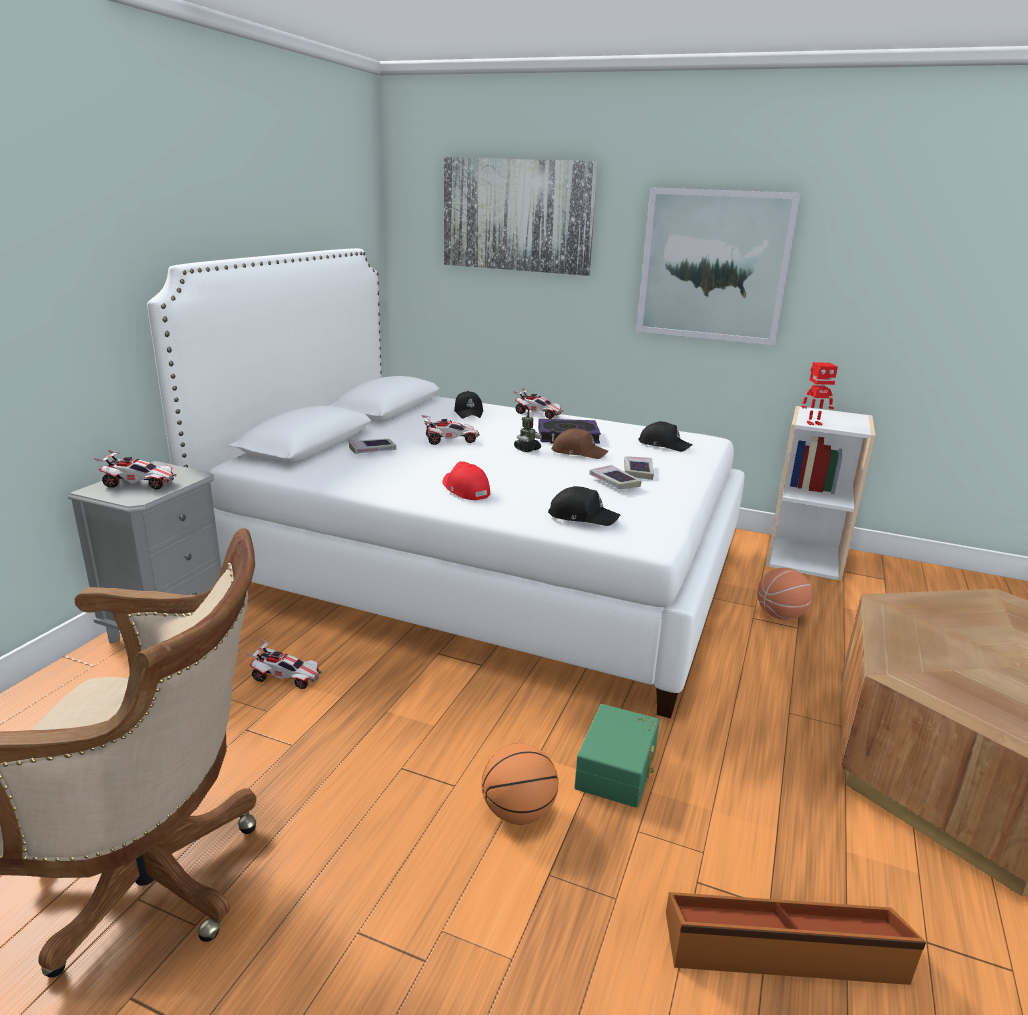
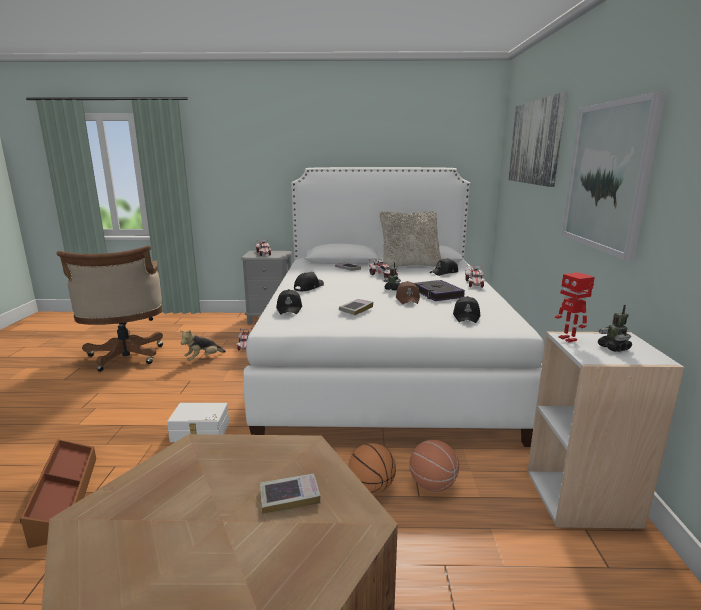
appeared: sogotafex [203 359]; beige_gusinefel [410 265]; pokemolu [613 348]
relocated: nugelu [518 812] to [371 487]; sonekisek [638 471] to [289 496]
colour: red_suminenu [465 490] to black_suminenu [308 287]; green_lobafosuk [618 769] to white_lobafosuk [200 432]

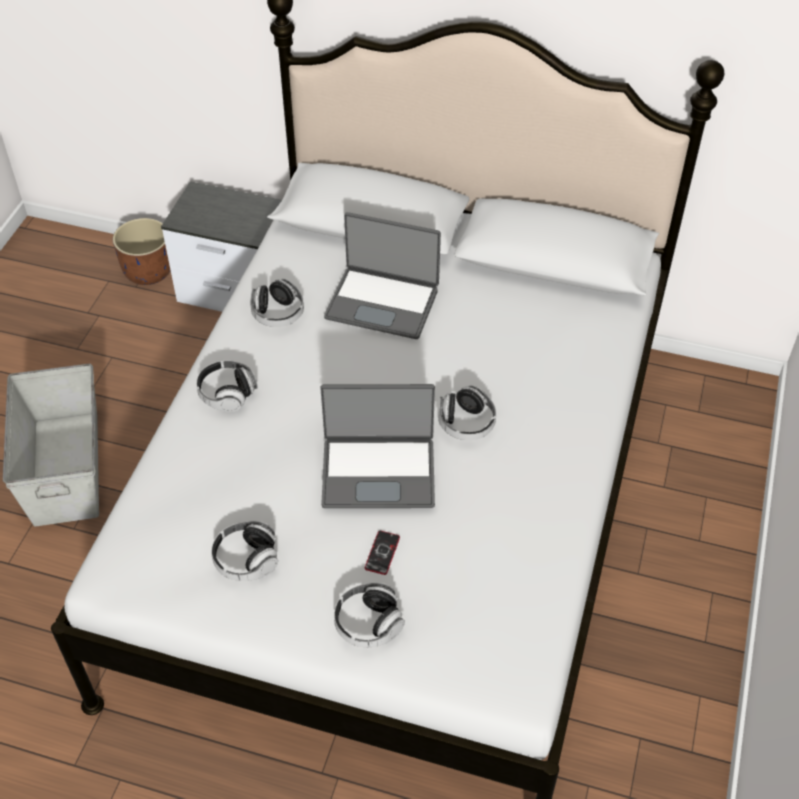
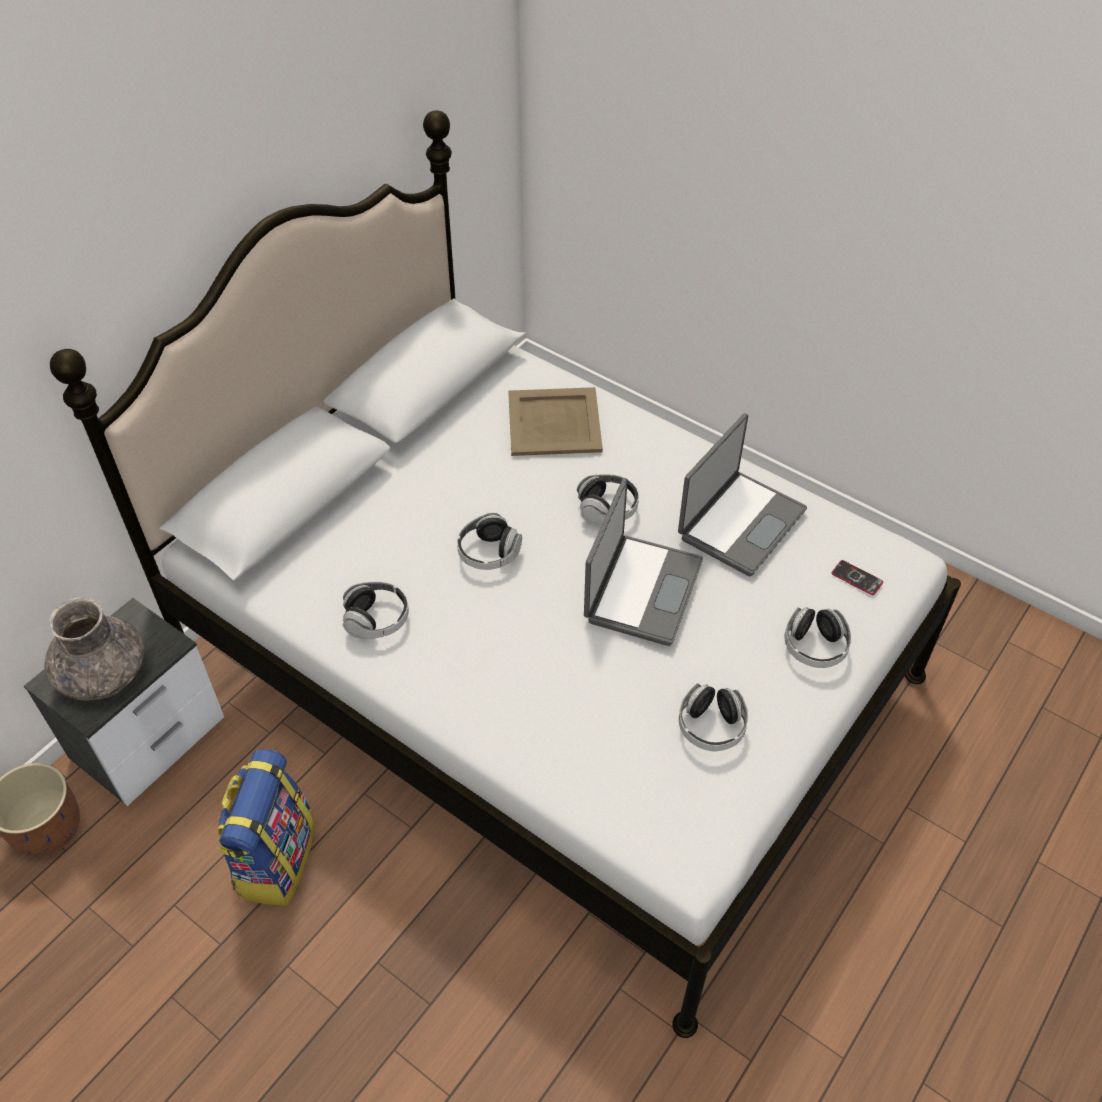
missing: grey_lobafosuk [67 466]
appeared: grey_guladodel [104 675]; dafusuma [275 858]; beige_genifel [553 421]
relocated: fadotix [227 394] to [489 553]; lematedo [383 302] to [740 523]; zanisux [382 553] to [857 578]

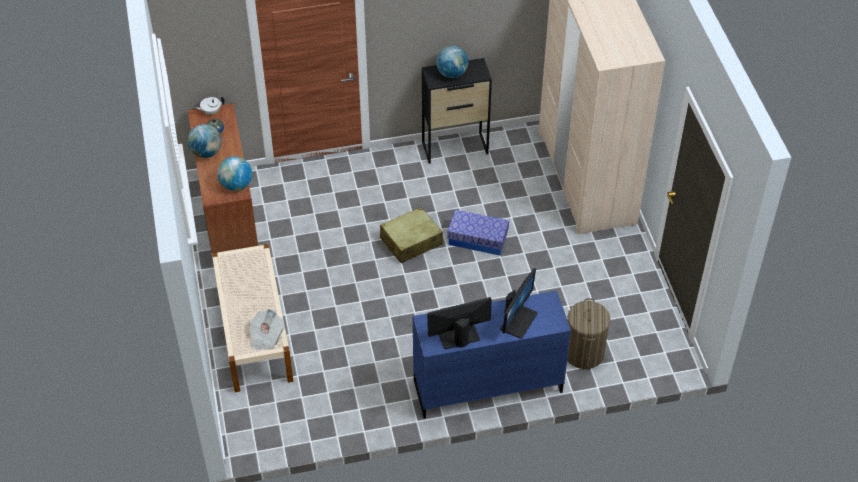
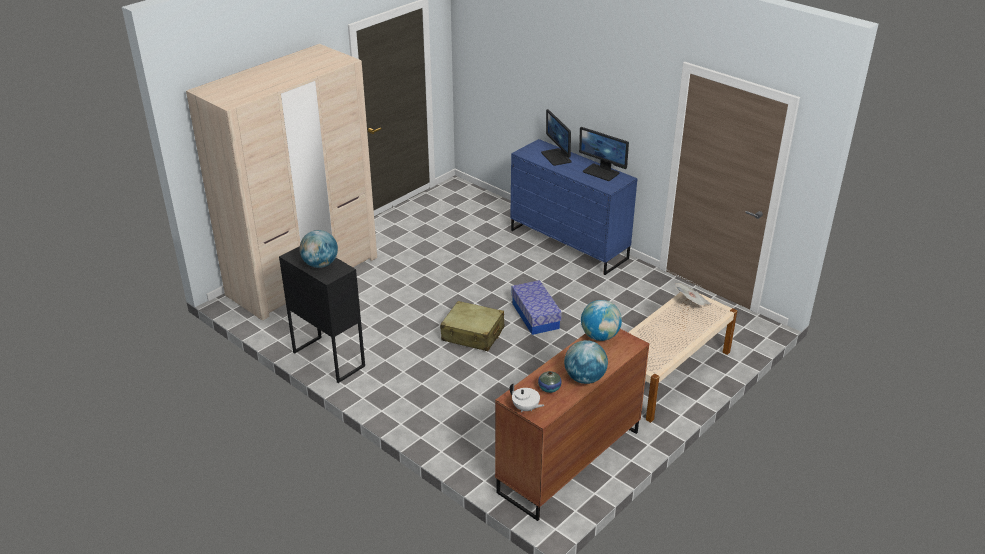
missing: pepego [584 353]
relocated: lobafosuk [477 239] to [535 316]
spun: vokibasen [518 320] = [557 157] 105 degrees counterclockwise

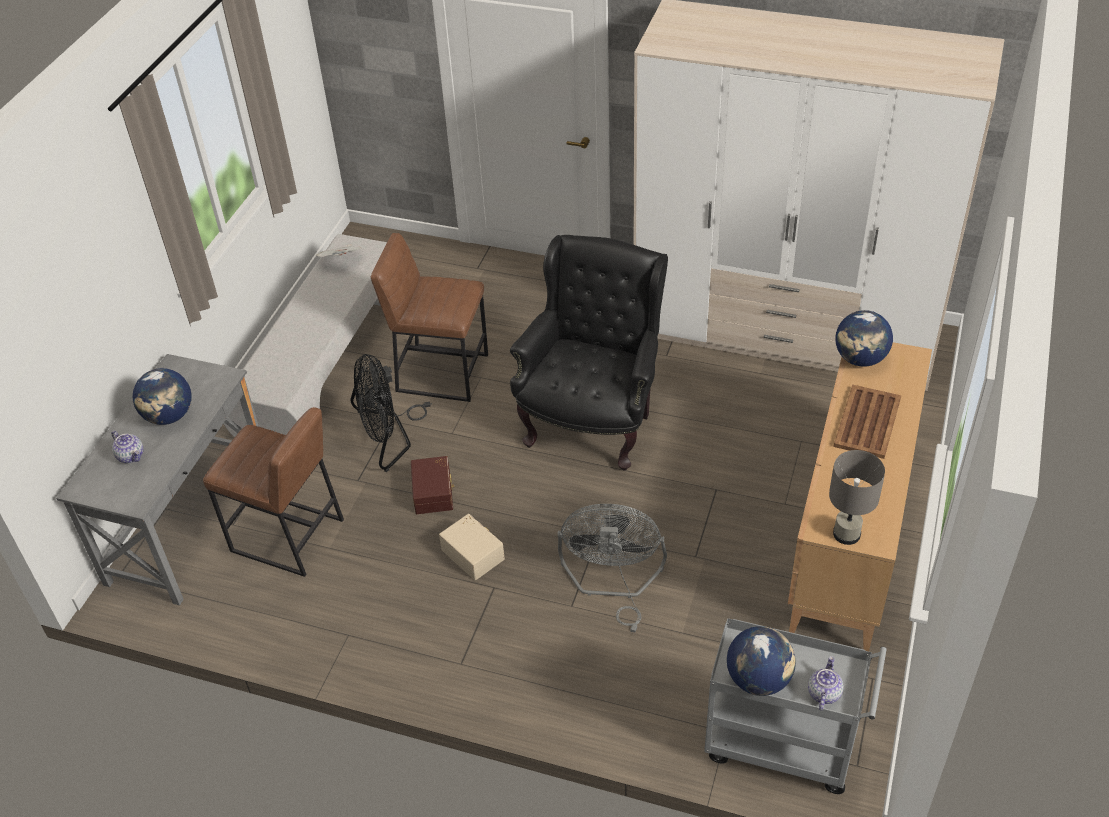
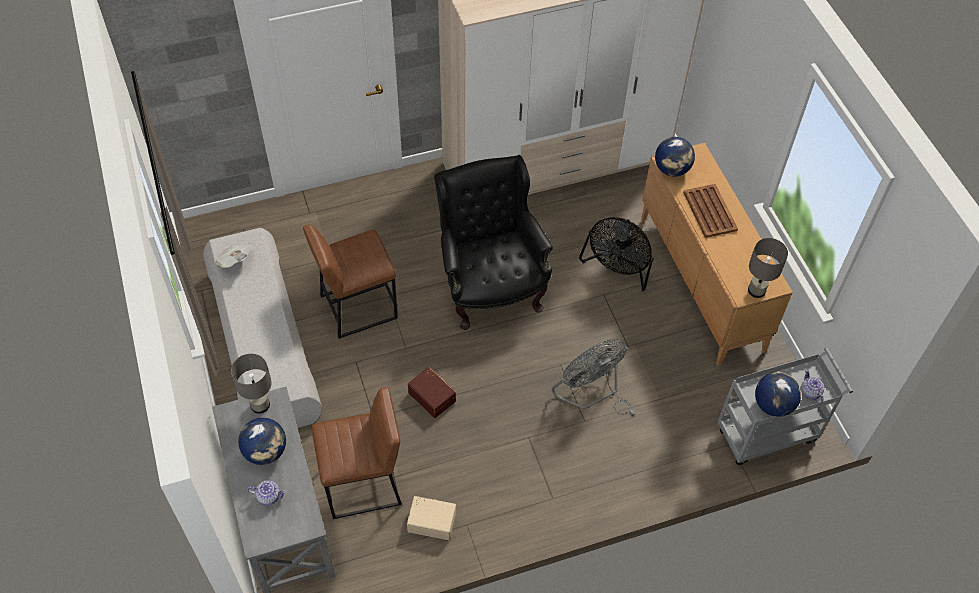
appeared: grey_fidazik [260 405]
relocated: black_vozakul [389 432] to [616 265]; beige_lobafosuk [474 553] to [432 520]

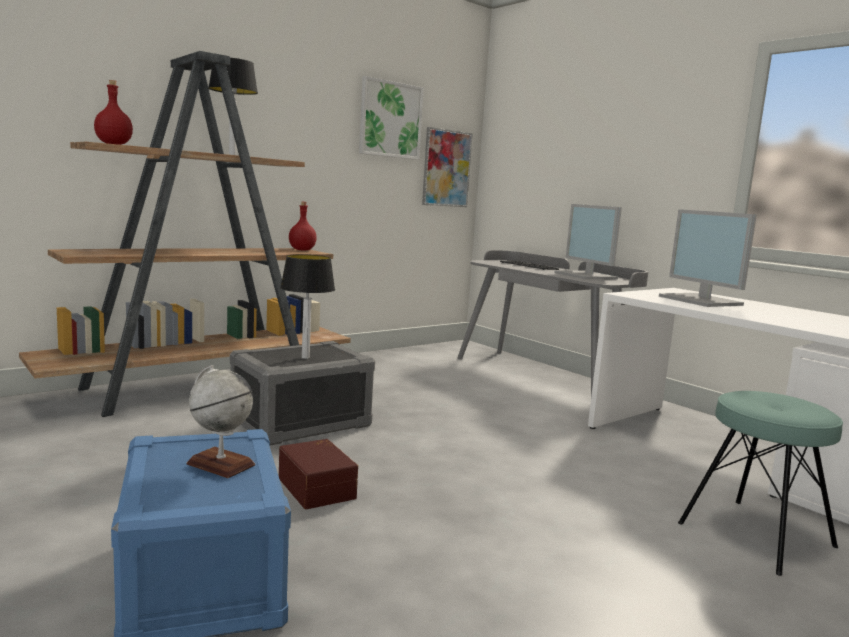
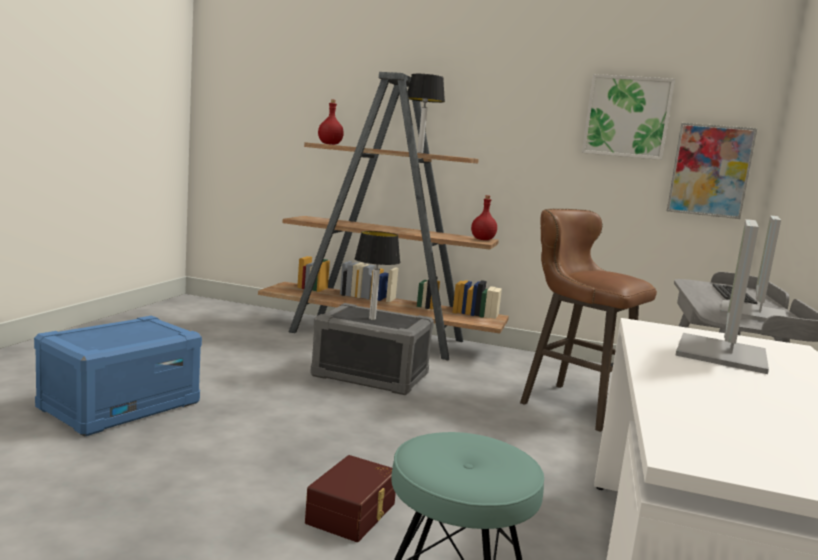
missing: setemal [220 464]
appeared: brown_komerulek [572 404]
relocated: brown_lobafosuk [318 487] to [353 513]

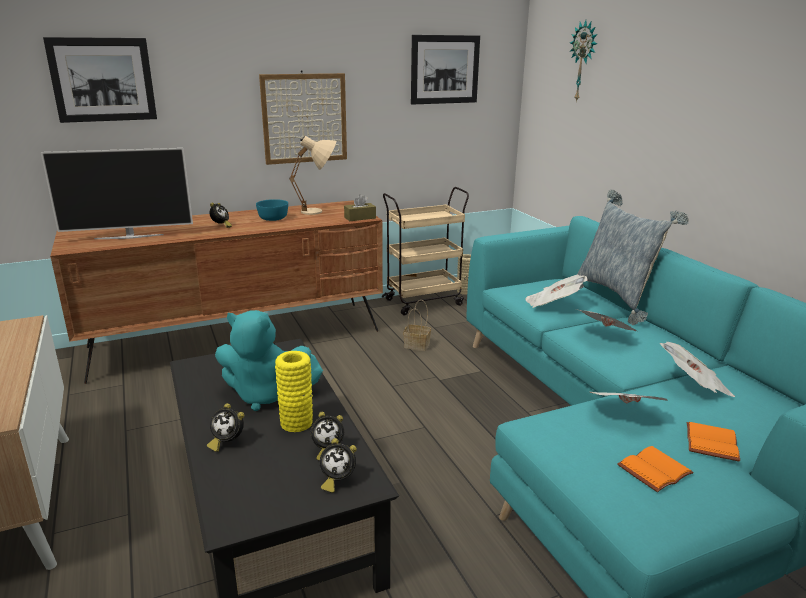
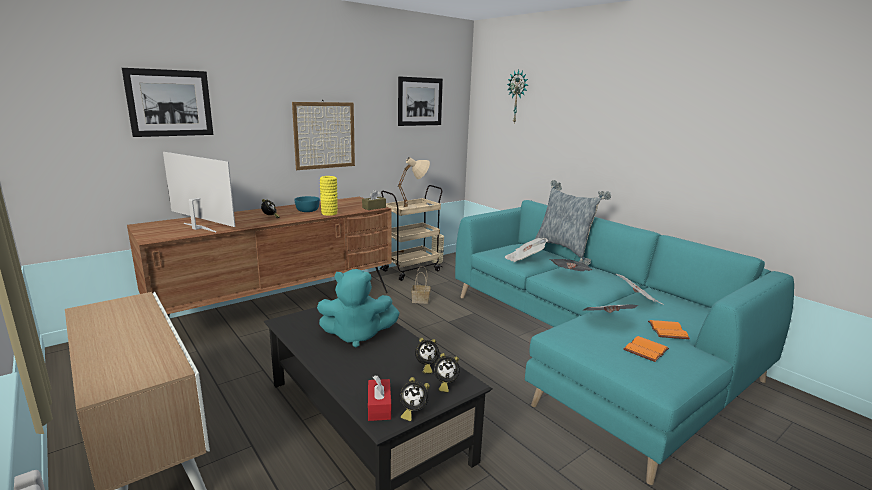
appeared: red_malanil [379 407]
relocated: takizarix [227 442] to [412 412]; yellow_guladodel [296 423] to [329 213]; beige_fidazik [319 212] to [415 207]
spun: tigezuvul [129 236] = [198 228] 120 degrees counterclockwise

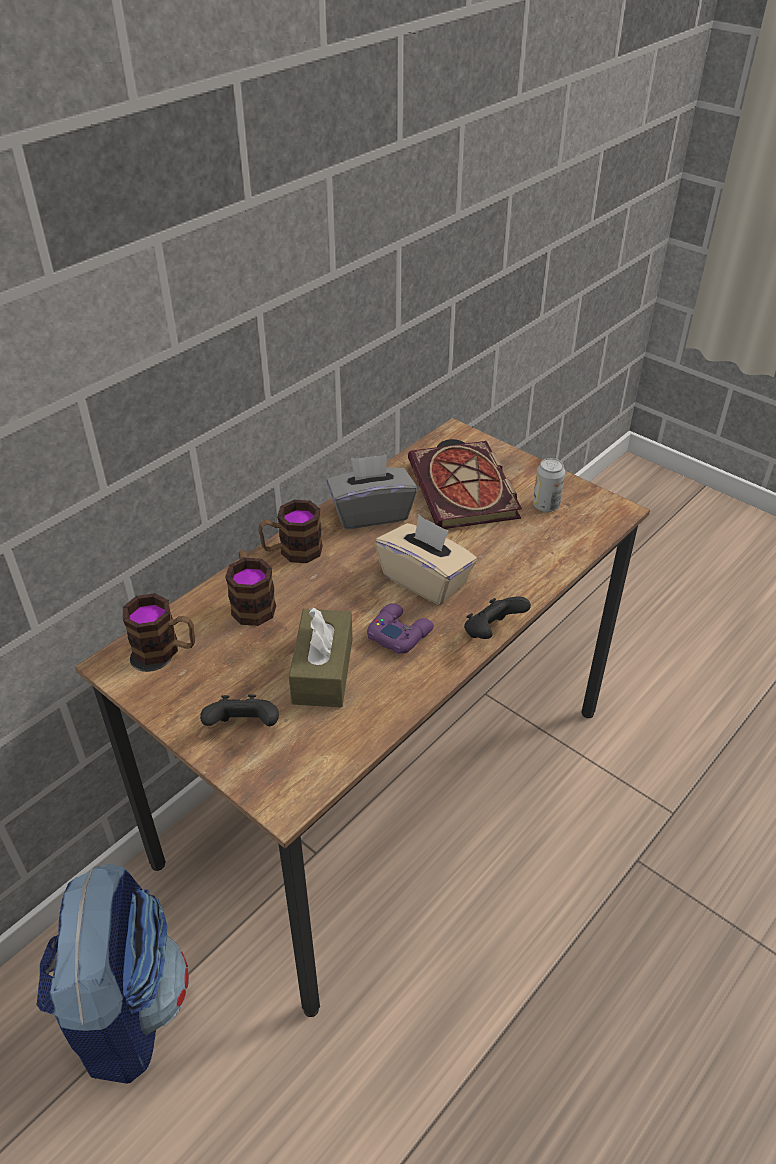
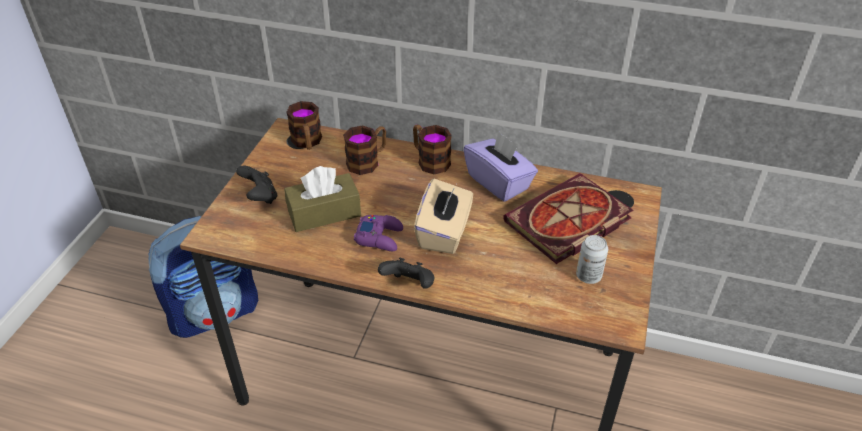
colour: grey_malanil [371 513] to purple_malanil [499 182]

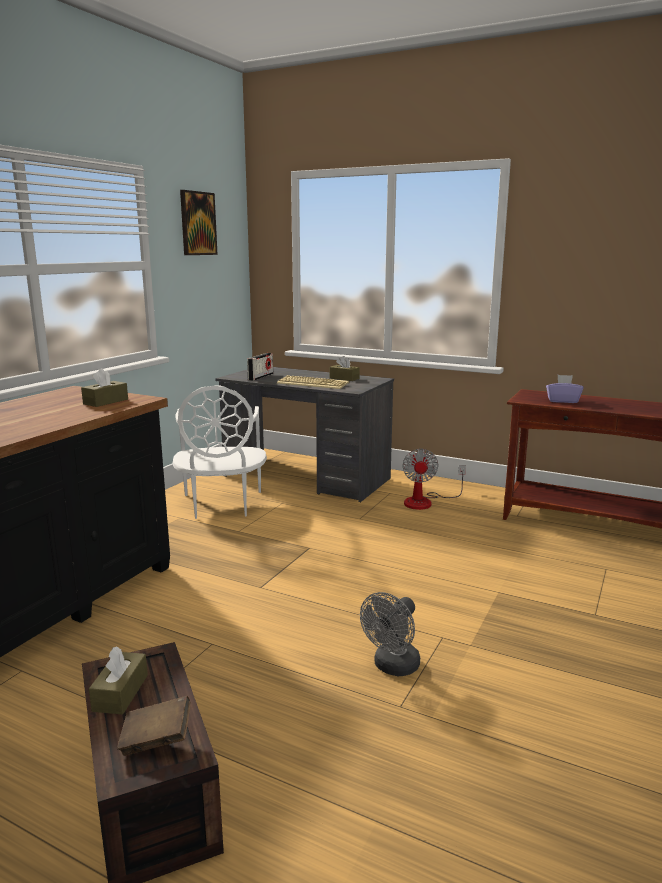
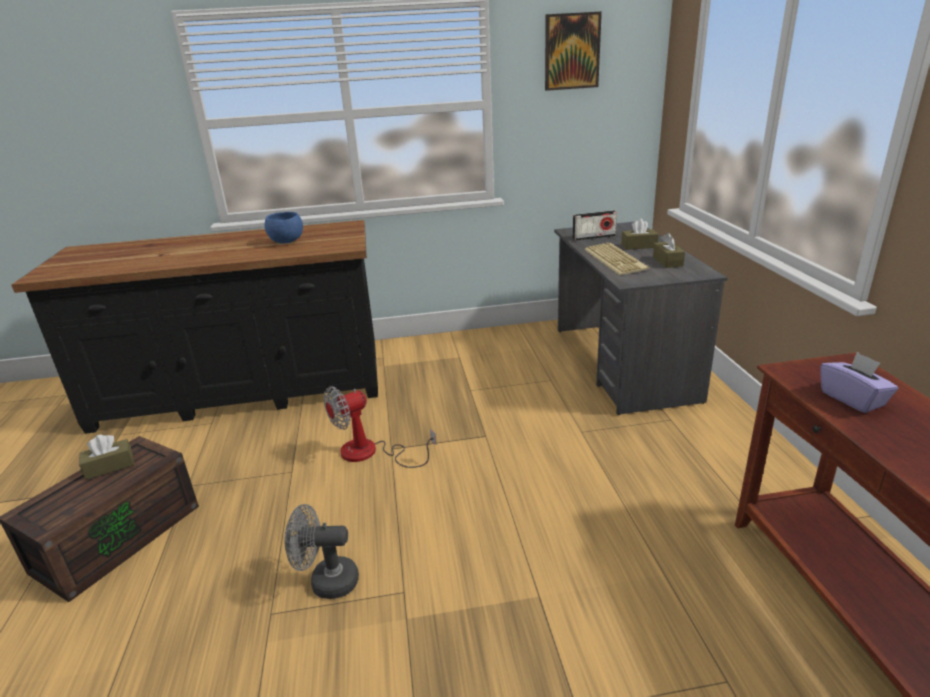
missing: brown_sonekisek [156 740]; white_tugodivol [221 505]
appeared: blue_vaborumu [286 242]
relocated: brown_malanil [106 401] to [639 246]; vozakul [425 501] to [370 453]

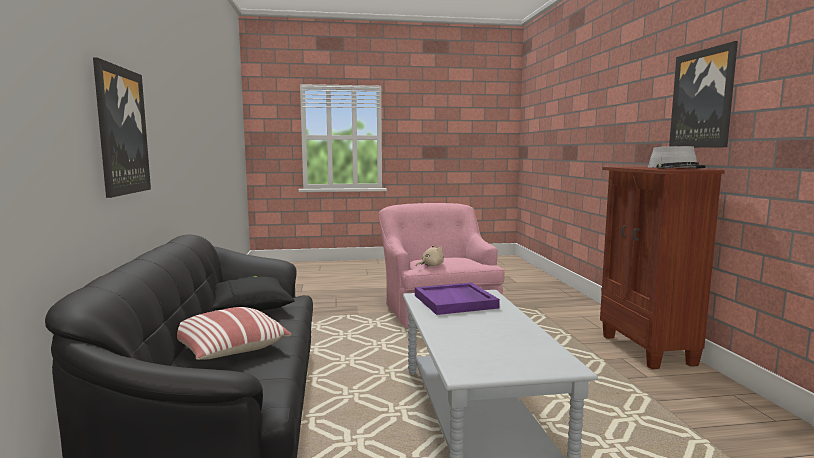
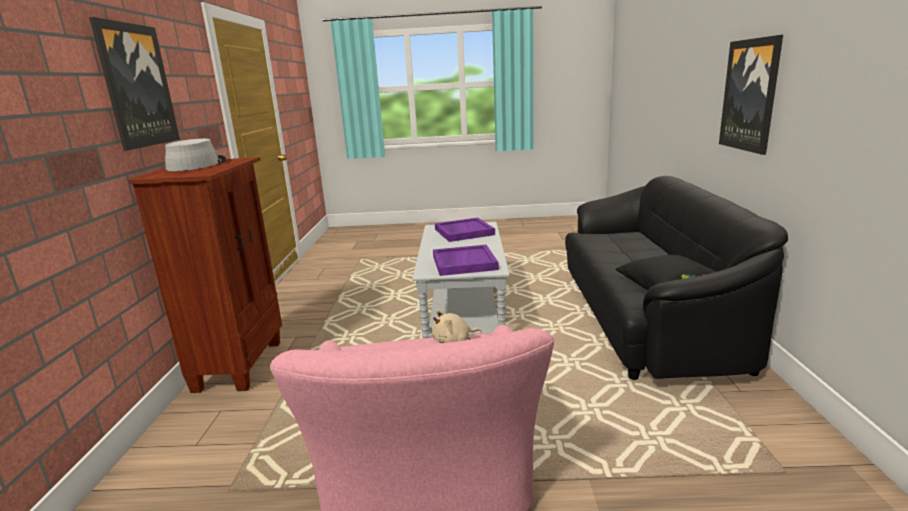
missing: gusinefel [227 350]
appeared: purple_genifel [463 232]

